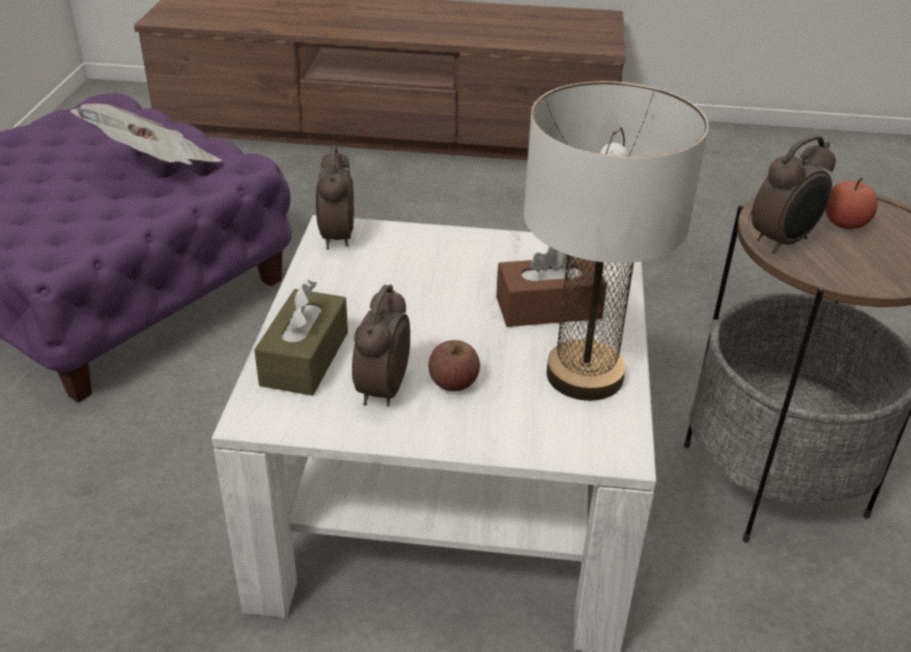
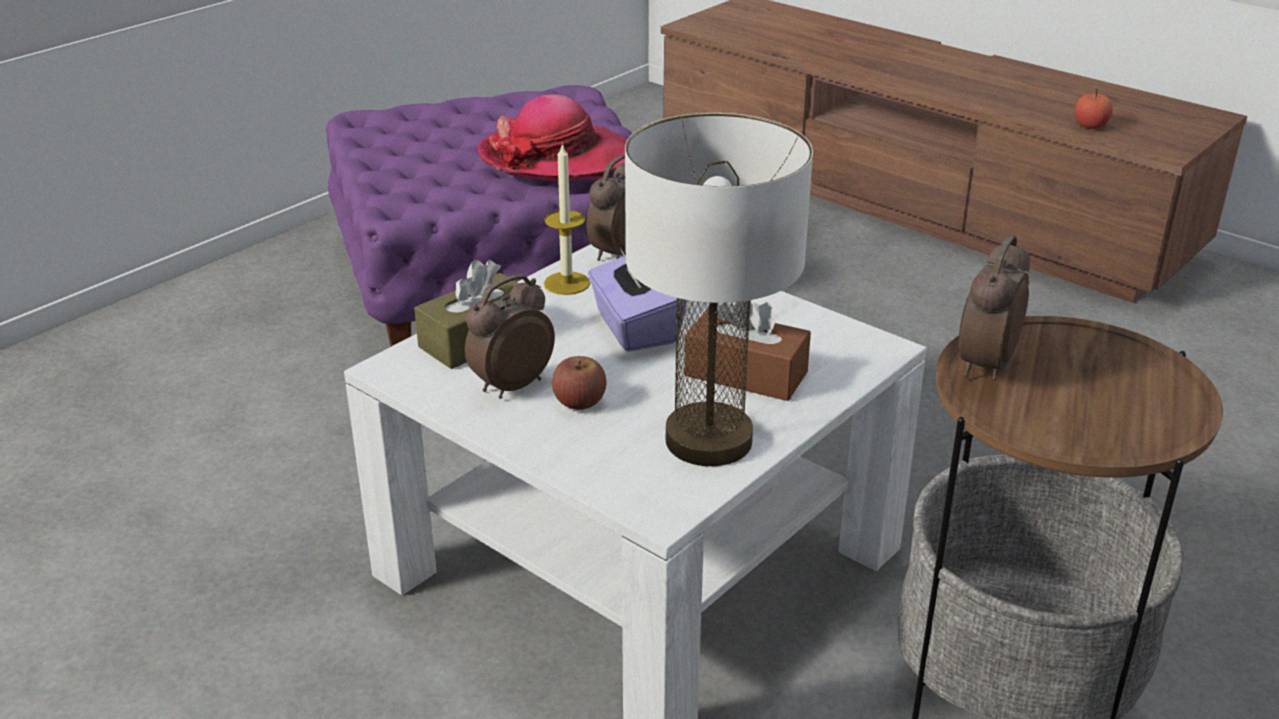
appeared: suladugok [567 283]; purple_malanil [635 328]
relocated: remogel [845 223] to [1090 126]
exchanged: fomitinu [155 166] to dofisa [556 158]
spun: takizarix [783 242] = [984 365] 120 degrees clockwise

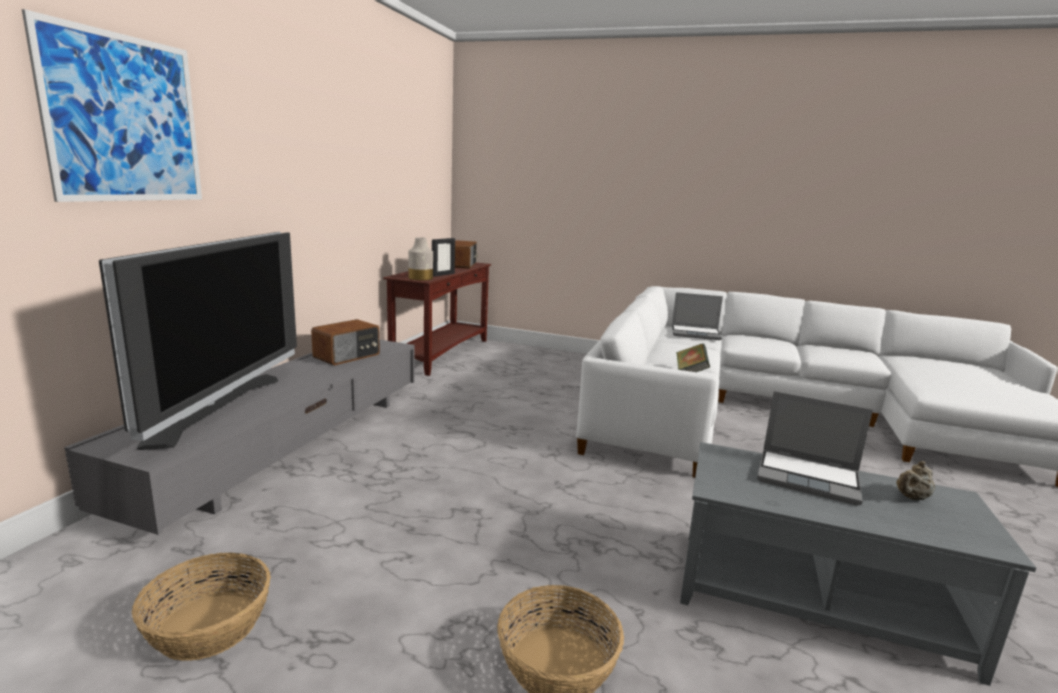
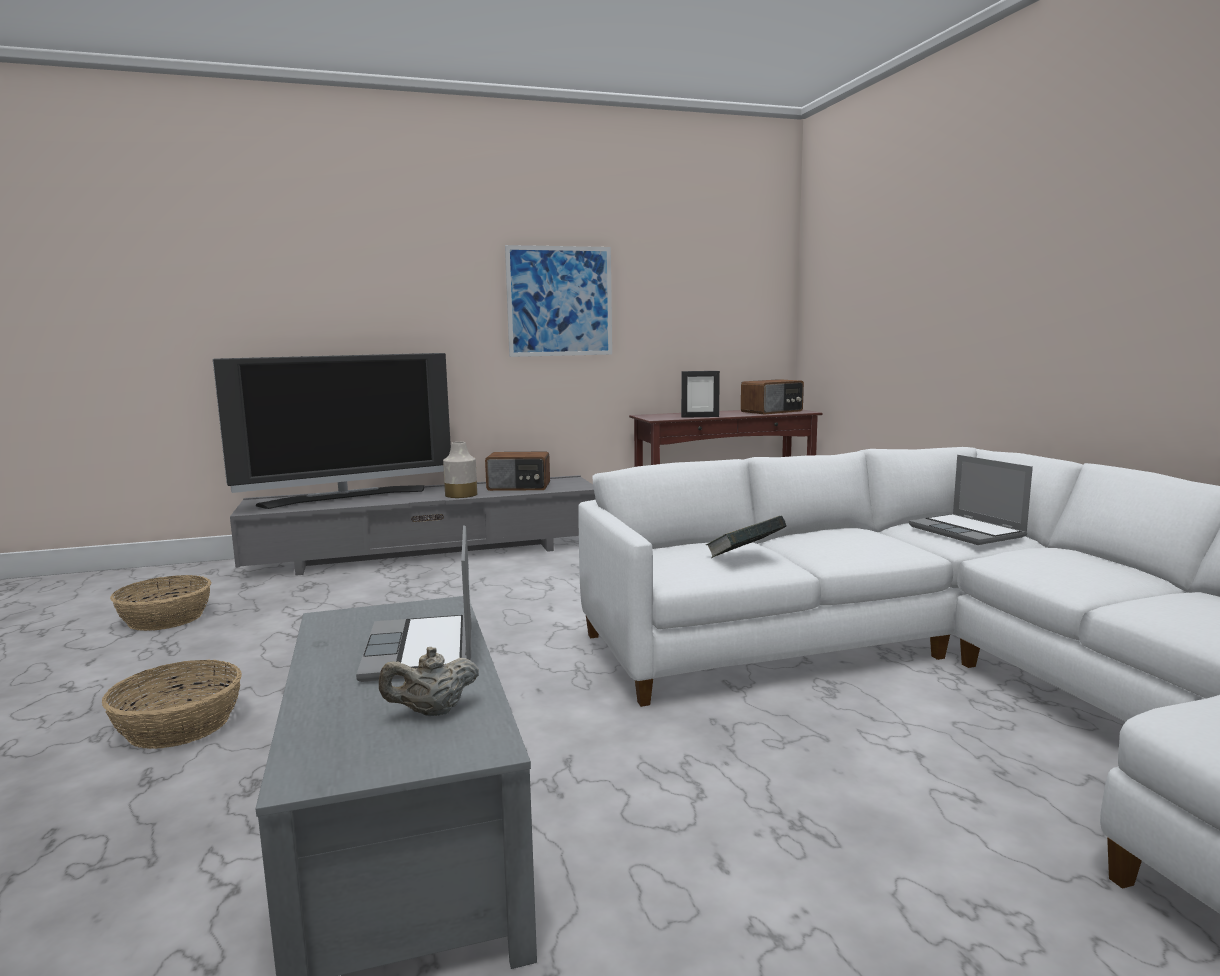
relocated: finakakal [125 119] to [559 301]; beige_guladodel [421 278] to [461 494]
spun: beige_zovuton [911 497] = [432 712] 45 degrees counterclockwise

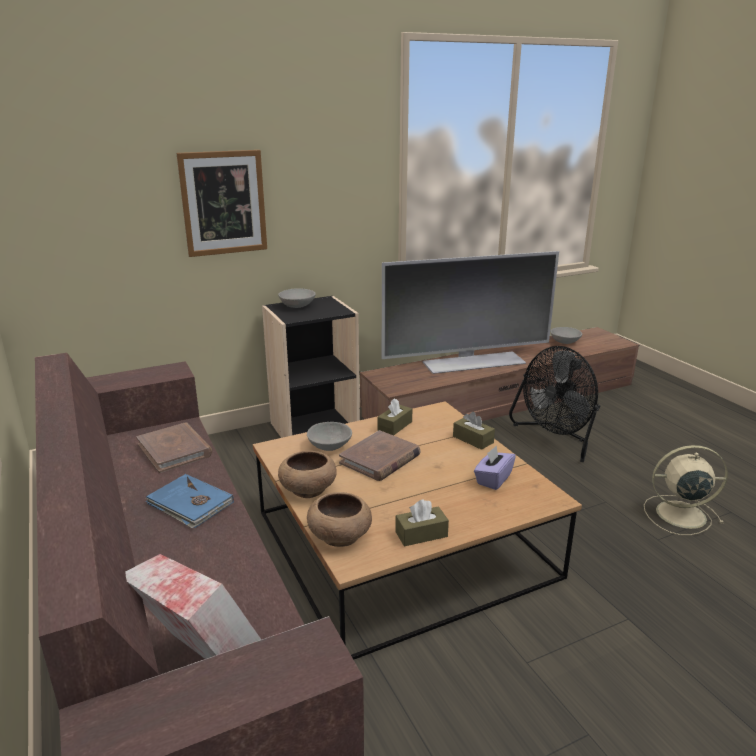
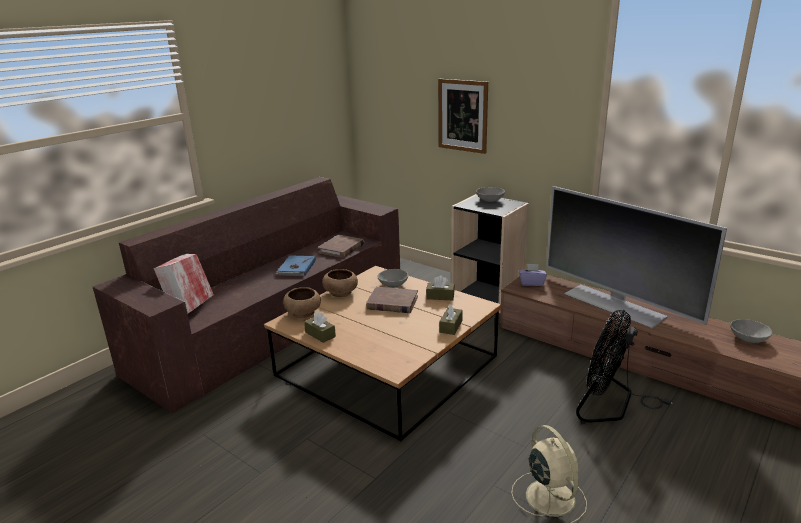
relocated: purple_malanil [493 479] to [531 283]

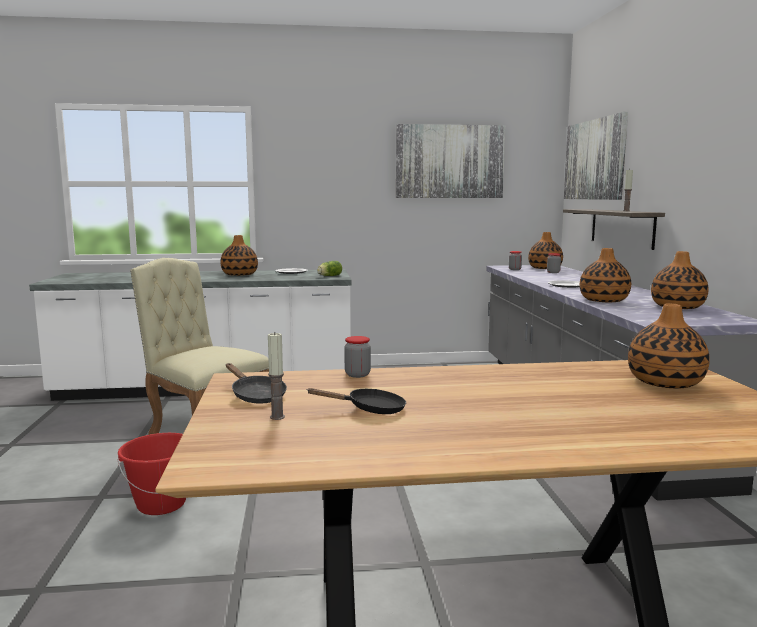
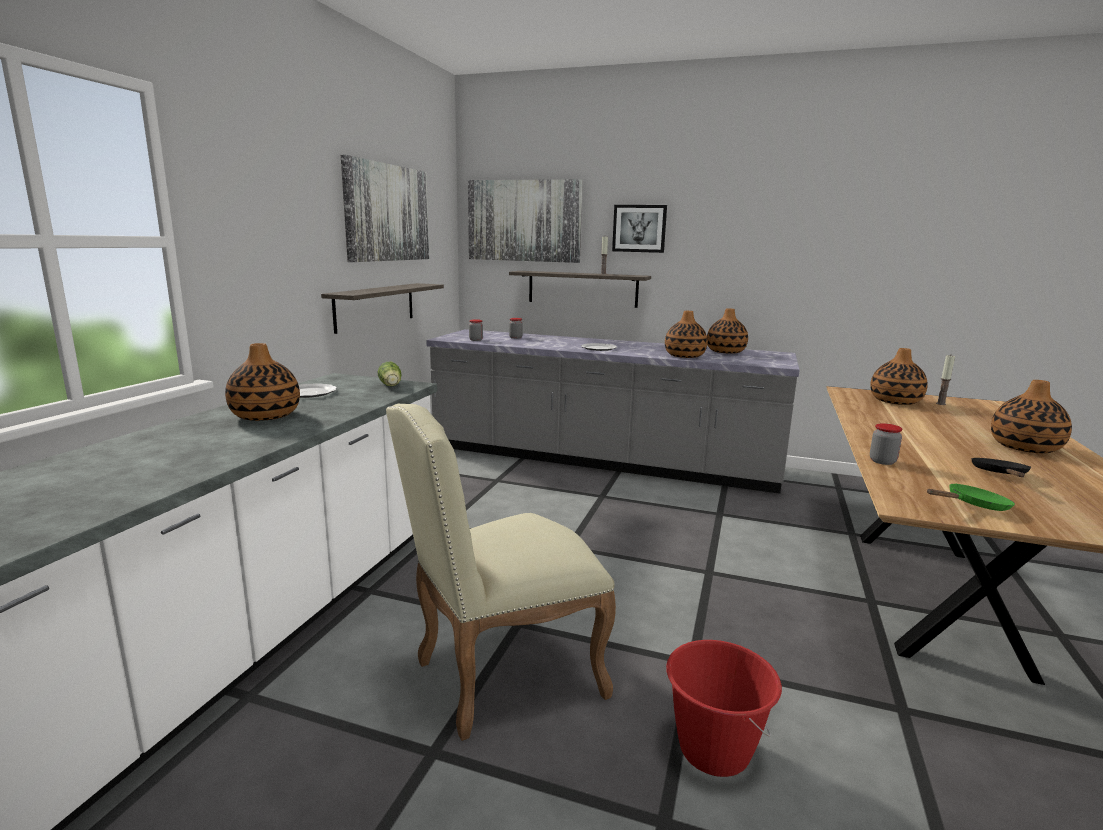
appeared: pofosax [375 306]; finakakal [639 228]
relocated: suladugok [277 417] to [940 404]; guladodel [544 268] to [1025 447]
colour: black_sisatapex [256 395] to green_sisatapex [973 505]

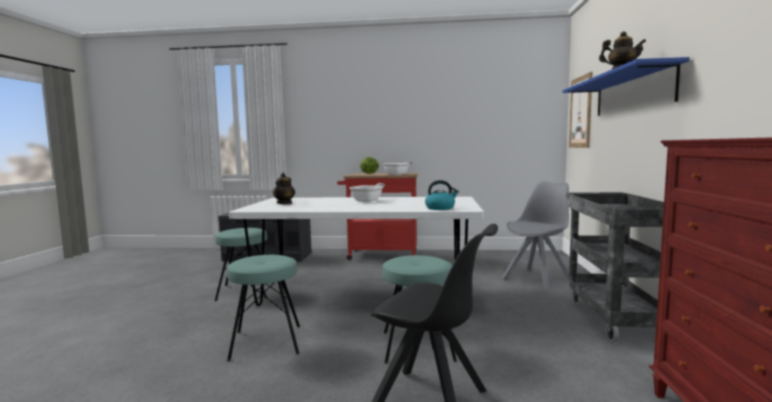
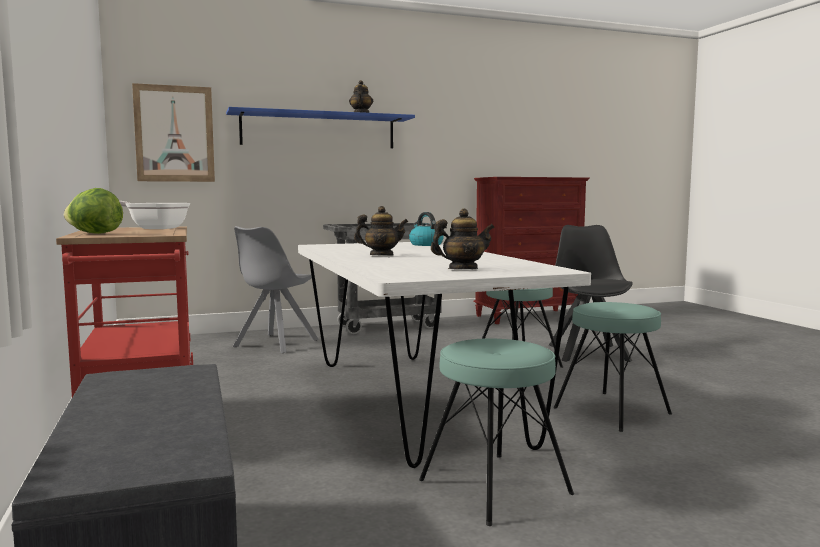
exchanged: sisatapex [369 200] to zovuton [381 255]
spun: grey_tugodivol [538 278] = [275 343] 90 degrees counterclockwise

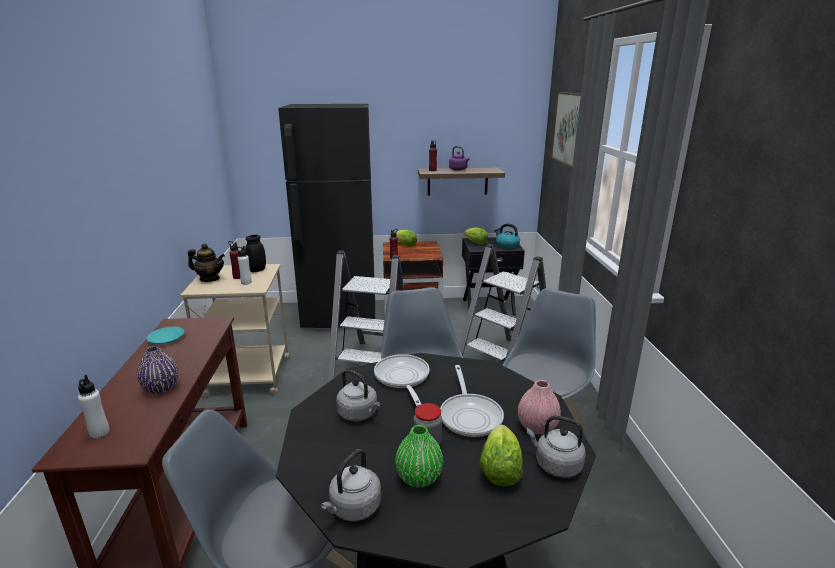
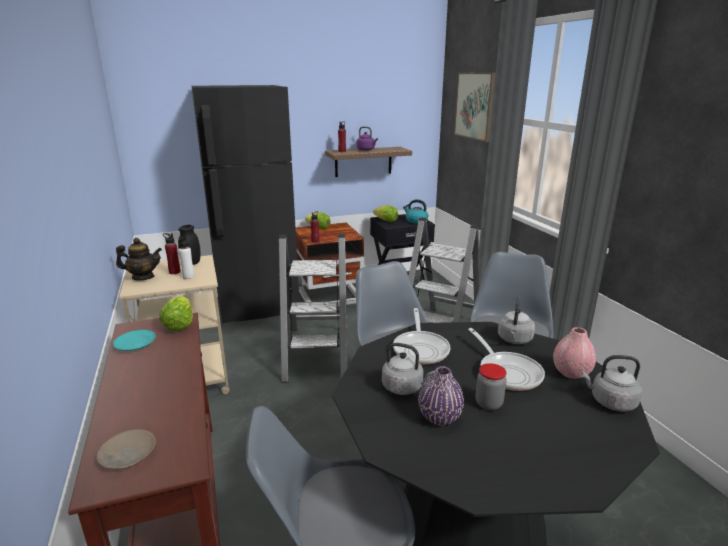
missing: green_guladodel [419 477]
relocated: purple_guladodel [161 388] to [439 417]; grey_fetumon [353 508] to [514 340]; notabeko [499 470] to [179 325]
exchanged: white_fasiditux [99 433] to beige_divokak [127 455]
spun: sisatapex [402 379] = [421 349] 150 degrees counterclockwise

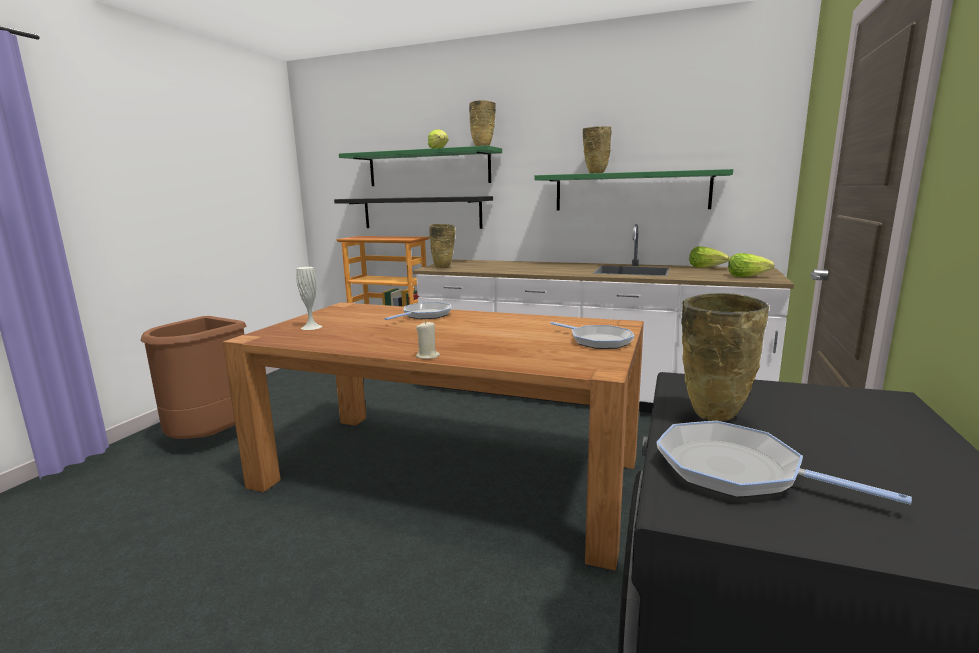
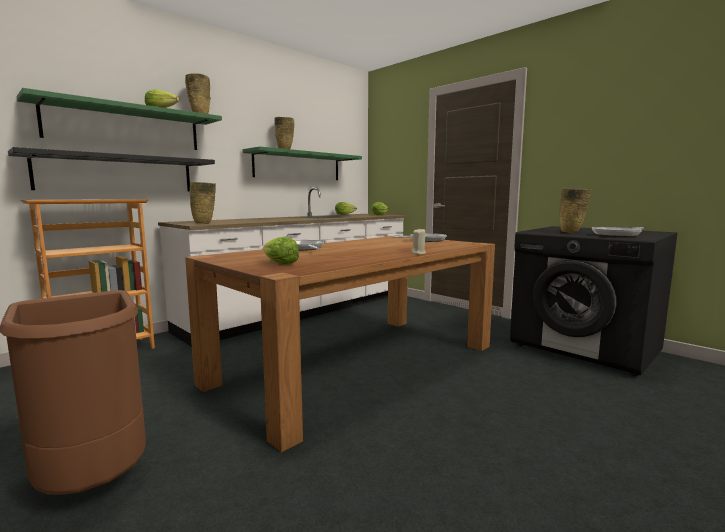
exchanged: white_guladodel [311 327] to notabeko [279 263]

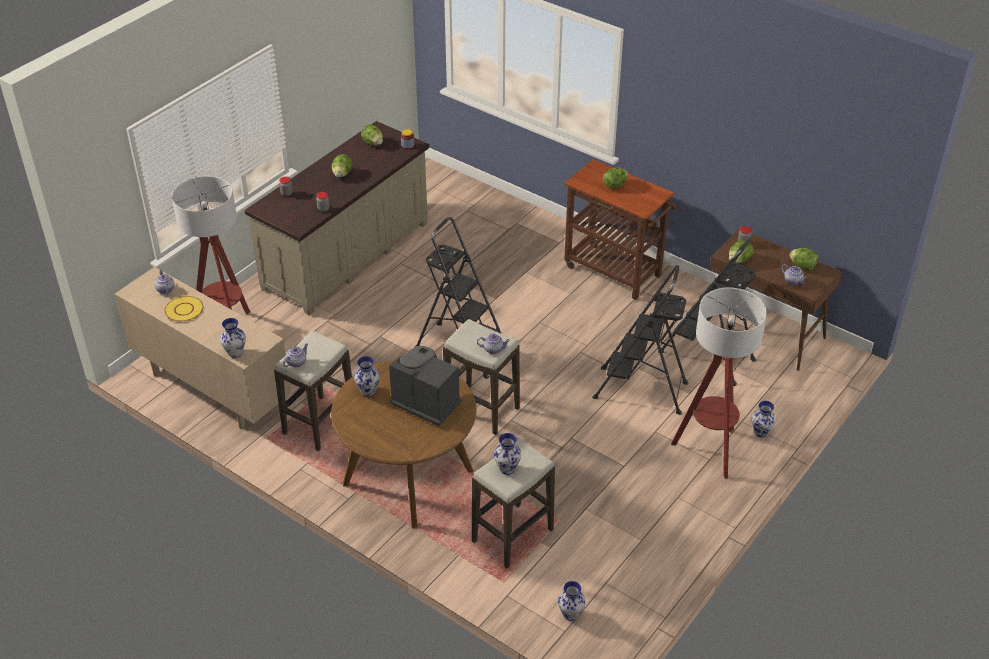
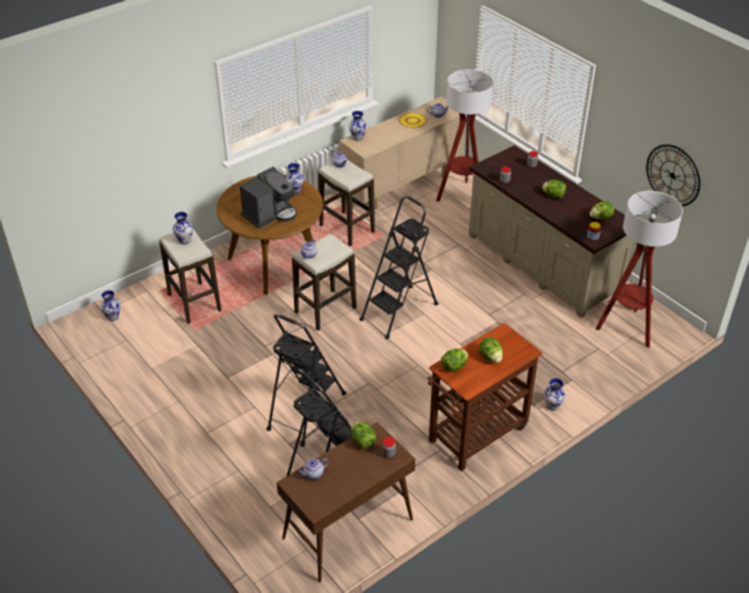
appeared: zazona [672 175]
relocated: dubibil [710 450] to [626 328]; guladodel [761 432] to [552 406]; notabeko [802 266] to [454 367]

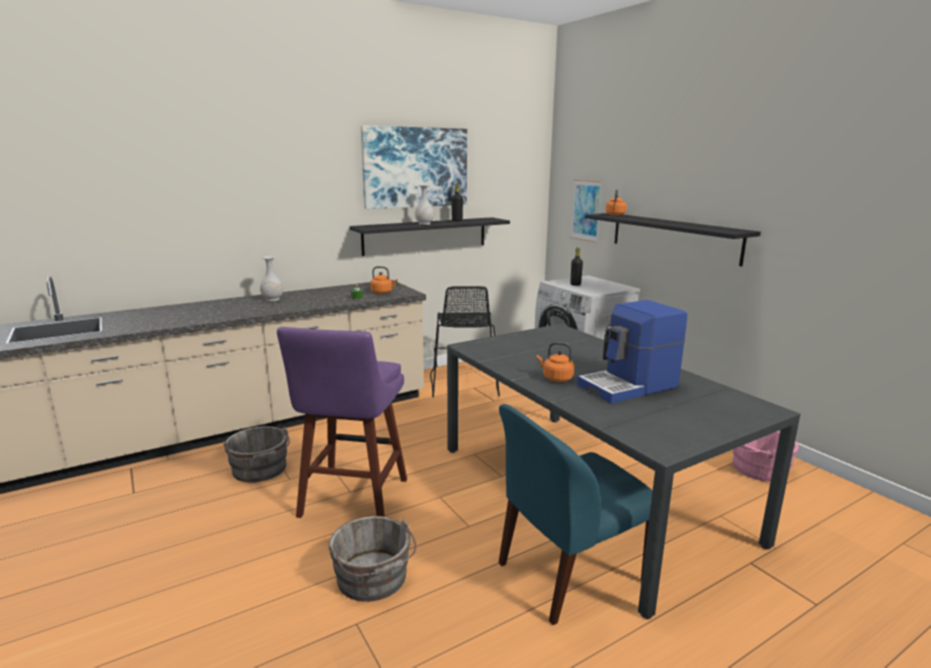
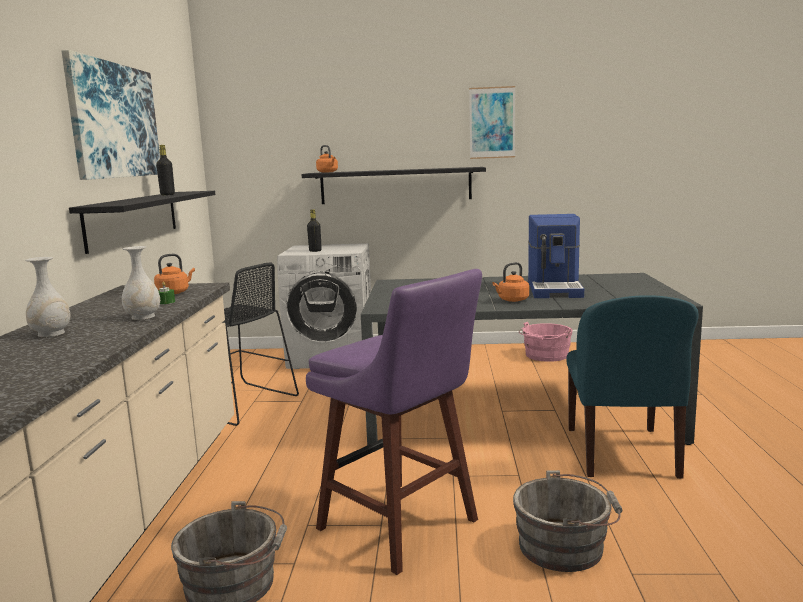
relocated: white_guladodel [424 224] to [143 317]; finakakal [586 210] to [492 123]

